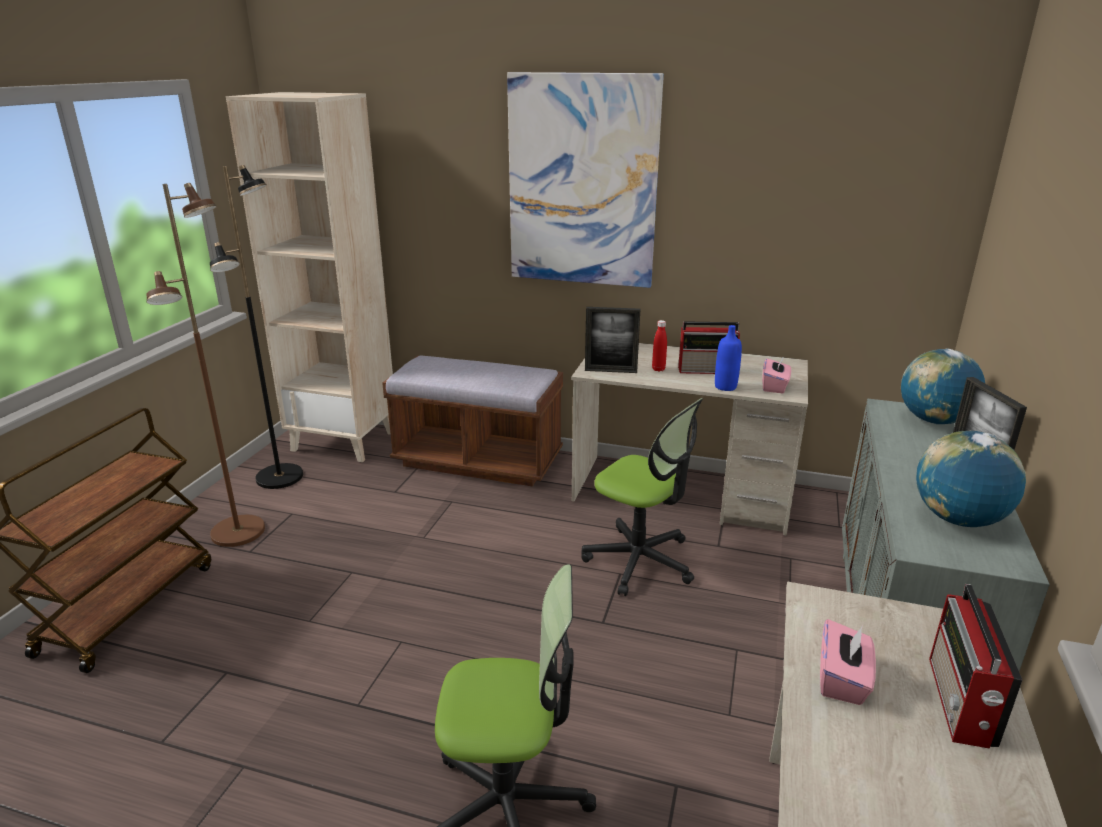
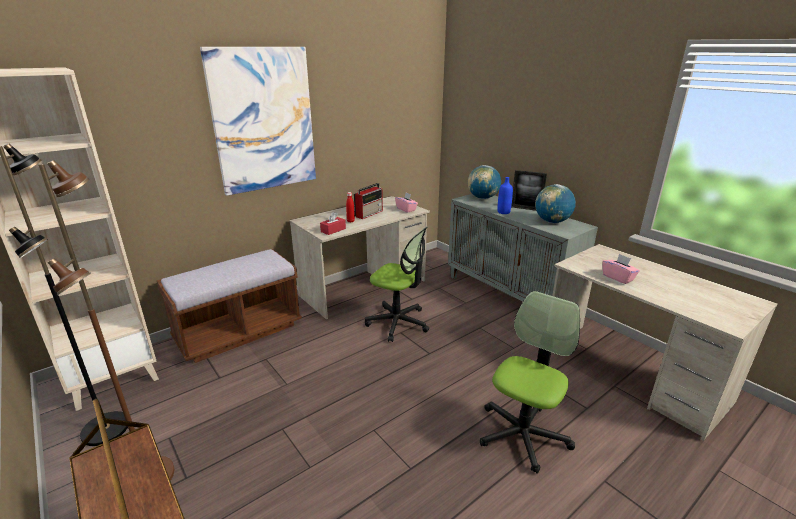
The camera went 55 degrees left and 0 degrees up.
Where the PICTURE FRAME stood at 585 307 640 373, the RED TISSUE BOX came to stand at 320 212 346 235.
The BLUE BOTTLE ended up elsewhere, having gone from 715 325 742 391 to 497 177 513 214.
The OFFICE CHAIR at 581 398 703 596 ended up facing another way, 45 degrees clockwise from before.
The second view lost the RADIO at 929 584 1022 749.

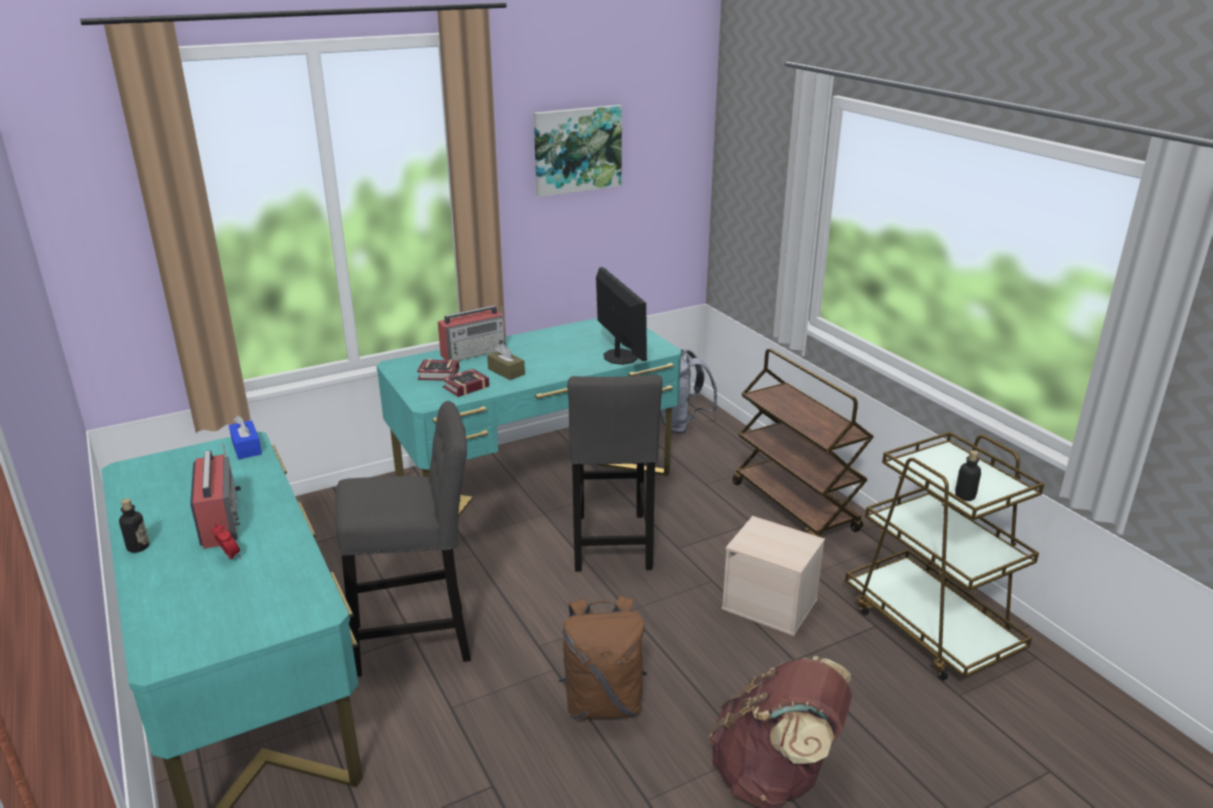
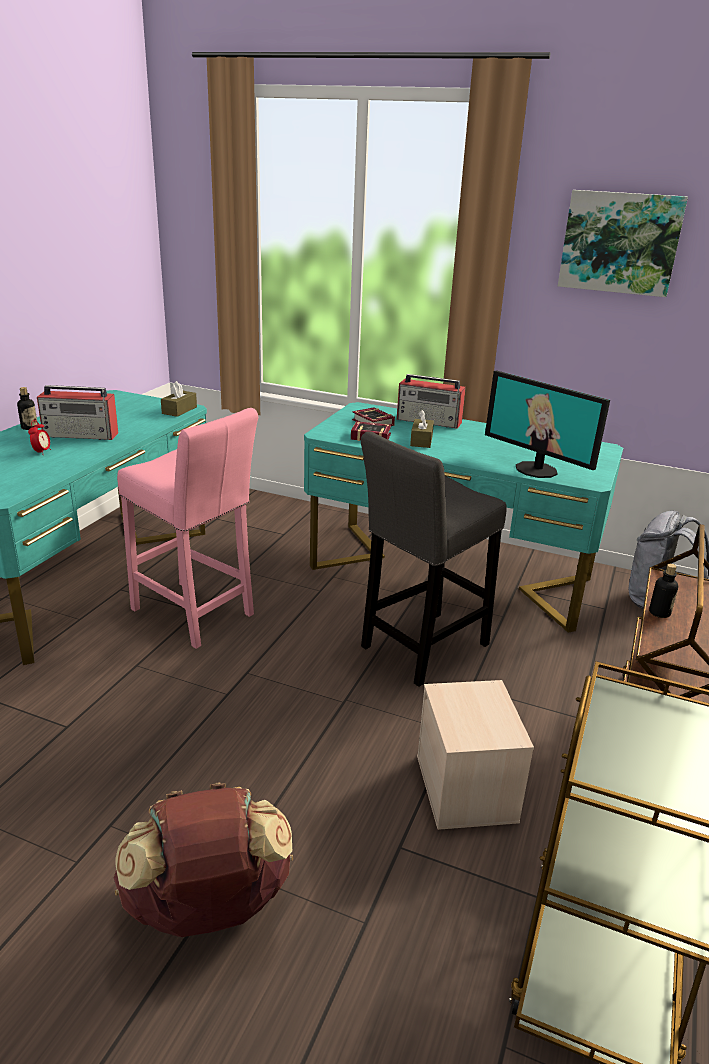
The camera went 50 degrees right and 0 degrees up.
The MONITOR at 596 267 647 365 ended up facing another way, 105 degrees clockwise from before.
What was the GREY STOOL at 335 401 471 677 turned into the PINK STOOL at 117 408 258 649.
What was the BLUE TISSUE BOX at 229 416 262 459 turned into the BROWN TISSUE BOX at 161 381 197 417.
The RADIO at 190 443 241 549 ended up facing another way, 60 degrees clockwise from before.
The BOTTLE ended up elsewhere, having gone from 955 450 981 501 to 649 564 678 618.
The second view lost the BROWN BACKPACK at 559 595 647 720.

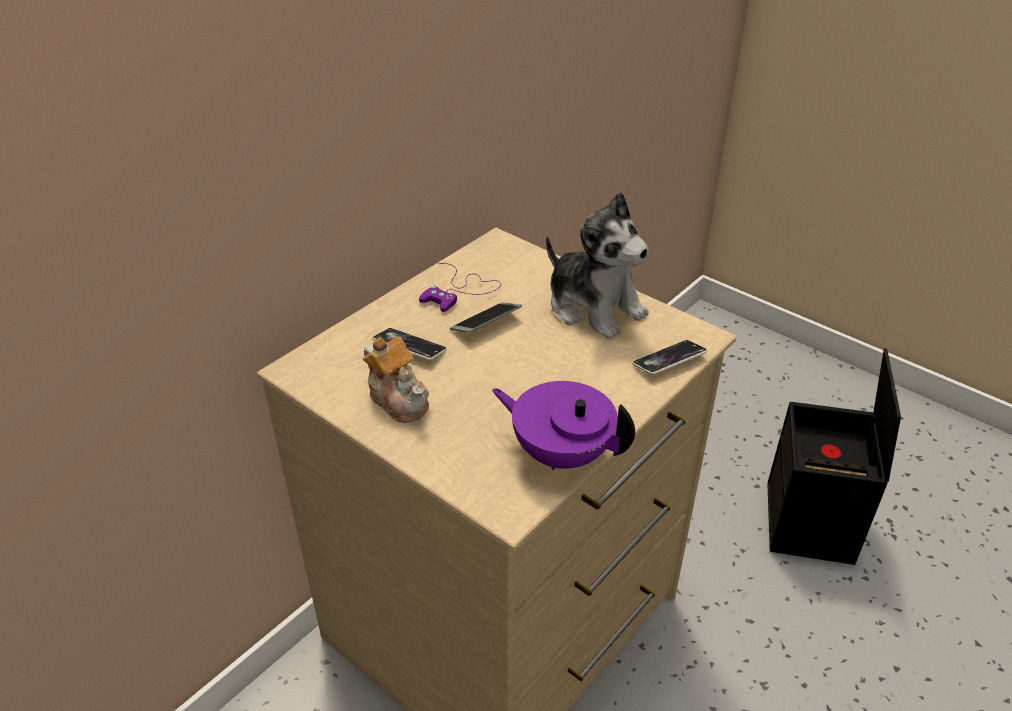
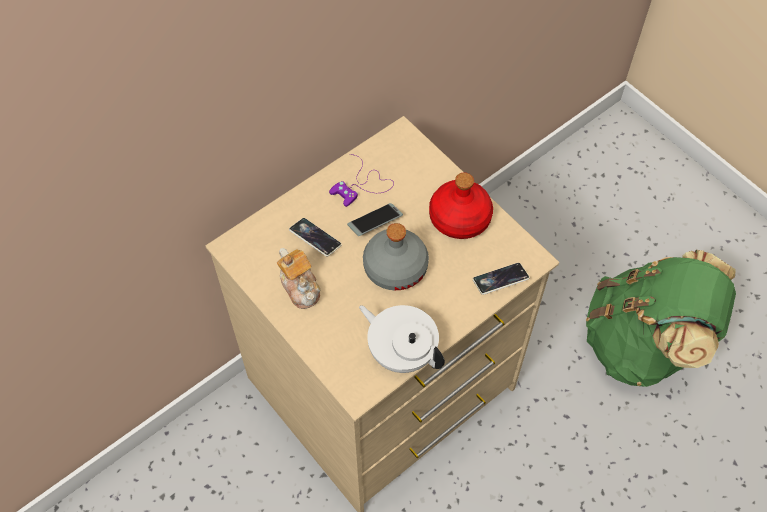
The camera went 10 degrees right and 20 degrees up.
Where the PLUSH TOY stood at 546 192 649 339, the RED BOTTLE came to stand at 429 172 493 239.
Where the BLACK STORAGE BOX stood at 767 348 901 565, the GREEN BACKPACK came to stand at 586 250 736 387.
What was the PURPLE TEAPOT at 492 381 635 470 turned into the WHITE TEAPOT at 359 305 445 373.
The second view gained the GREY BOTTLE at 363 223 429 290.

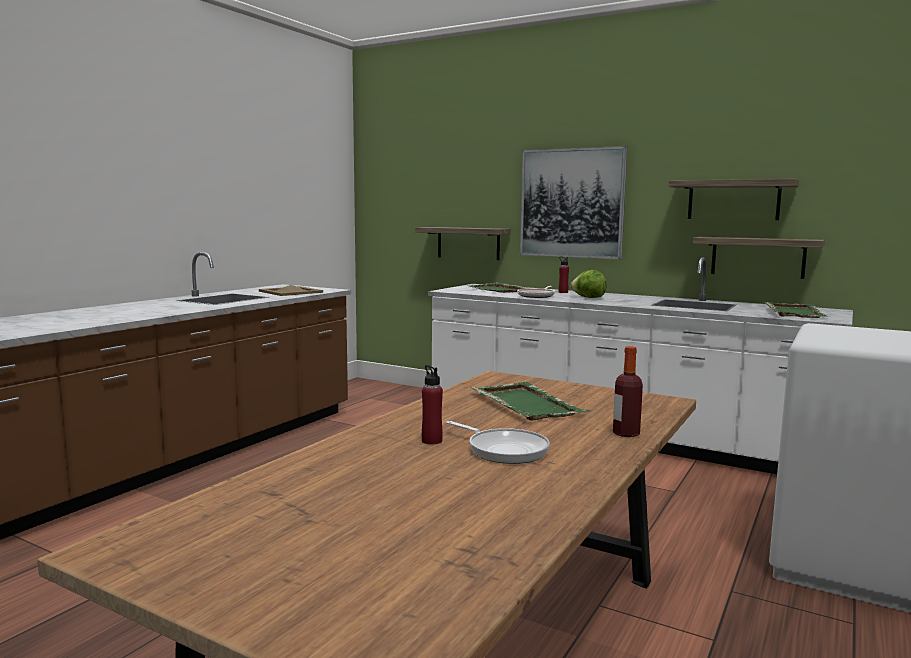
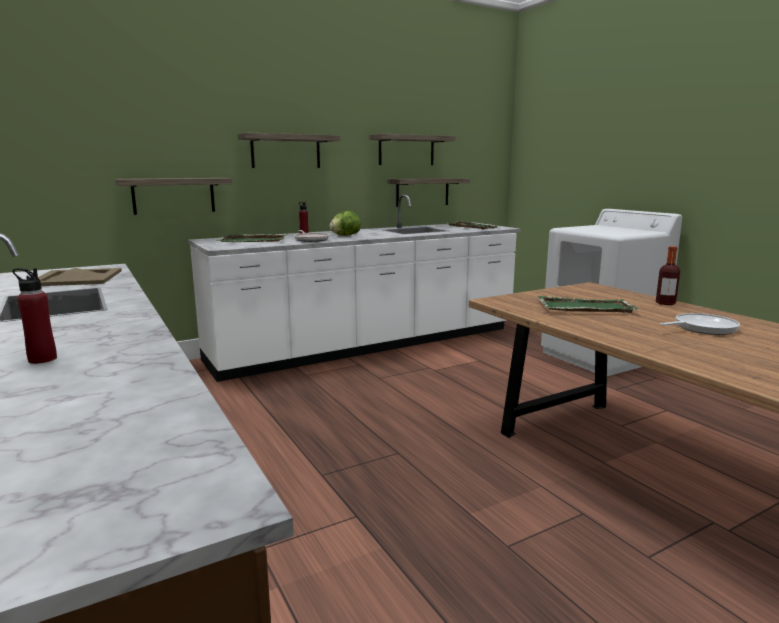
The camera went 60 degrees left and 5 degrees up.
Where the PICTURE hung at 520 146 627 260, the SHELF came to hang at 238 132 340 168.
The RED BOTTLE ended up elsewhere, having gone from 422 365 443 444 to 12 268 57 364.

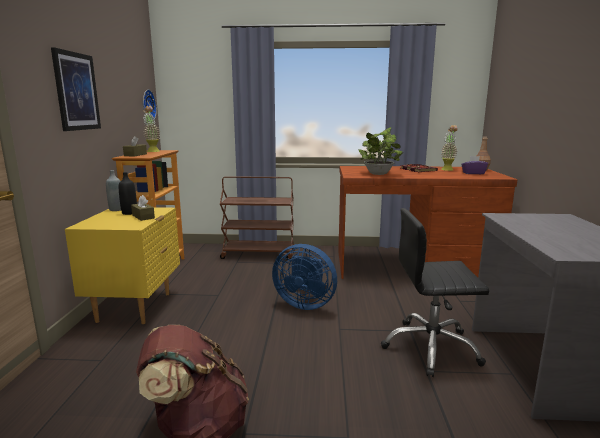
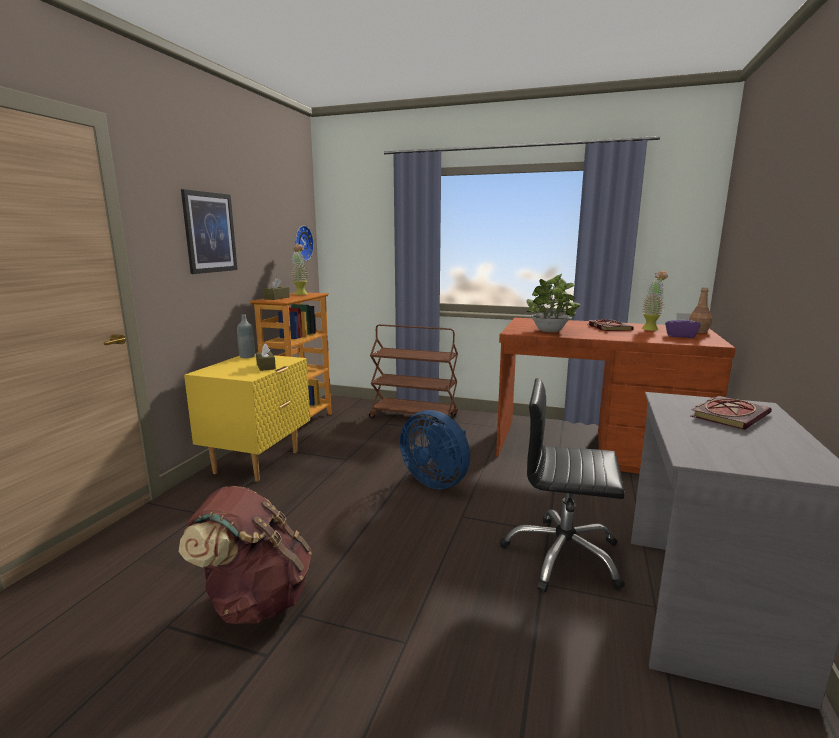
The camera went 15 degrees right and 0 degrees up.
The second view lost the BLACK BOTTLE at 119 172 137 215.
The second view gained the BOOK at 691 396 772 430.

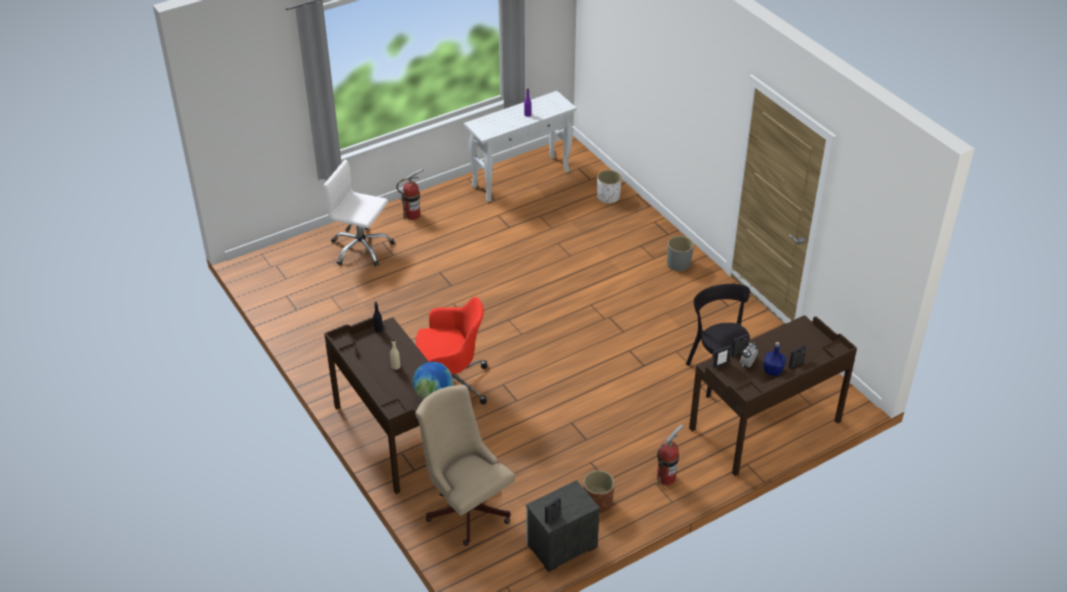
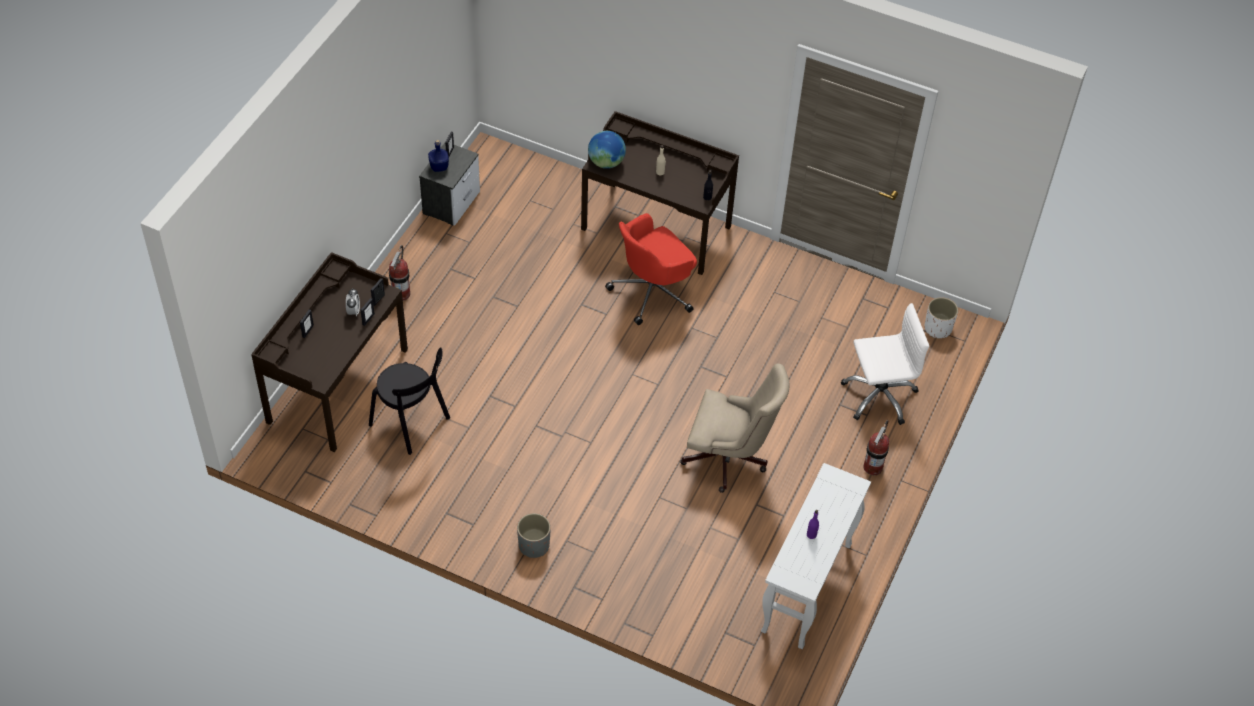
The camera went 145 degrees right and 10 degrees up.
The WHITE PLANTER ended up elsewhere, having gone from 597 170 622 204 to 924 297 958 338.
The BLUE BOTTLE ended up elsewhere, having gone from 764 342 786 376 to 428 140 449 172.
The BEIGE OFFICE CHAIR ended up elsewhere, having gone from 415 385 515 546 to 680 363 789 493.
The second view lost the BROWN PLANTER at 583 470 615 514.

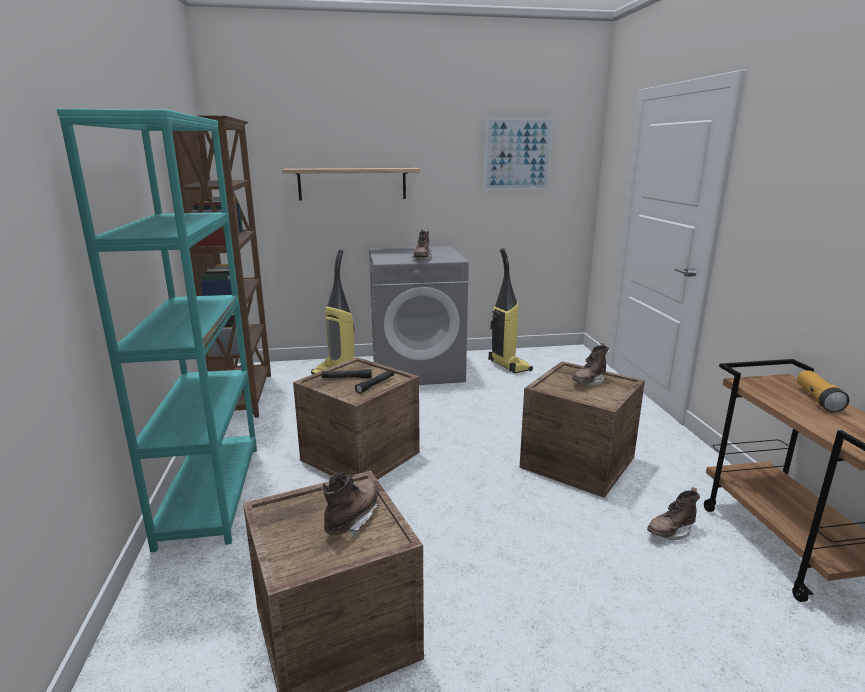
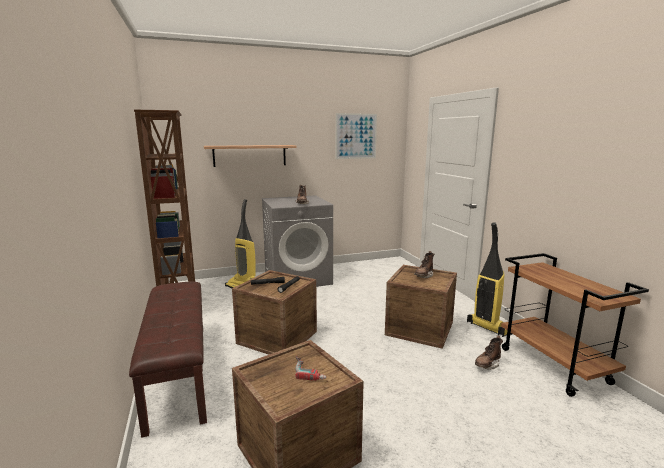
The camera went 10 degrees left and 5 degrees down.
Where the TURQUOISE BOOKCASE stood at 57 109 257 552, the BROWN BENCH came to stand at 129 282 207 438.
The VACUUM CLEANER ended up elsewhere, having gone from 488 248 533 373 to 467 222 507 337.
The second view lost the FLASHLIGHT at 797 371 849 412.
Where the BROWN BOOT stood at 322 472 378 537, the POWER DRILL came to stand at 295 356 327 381.

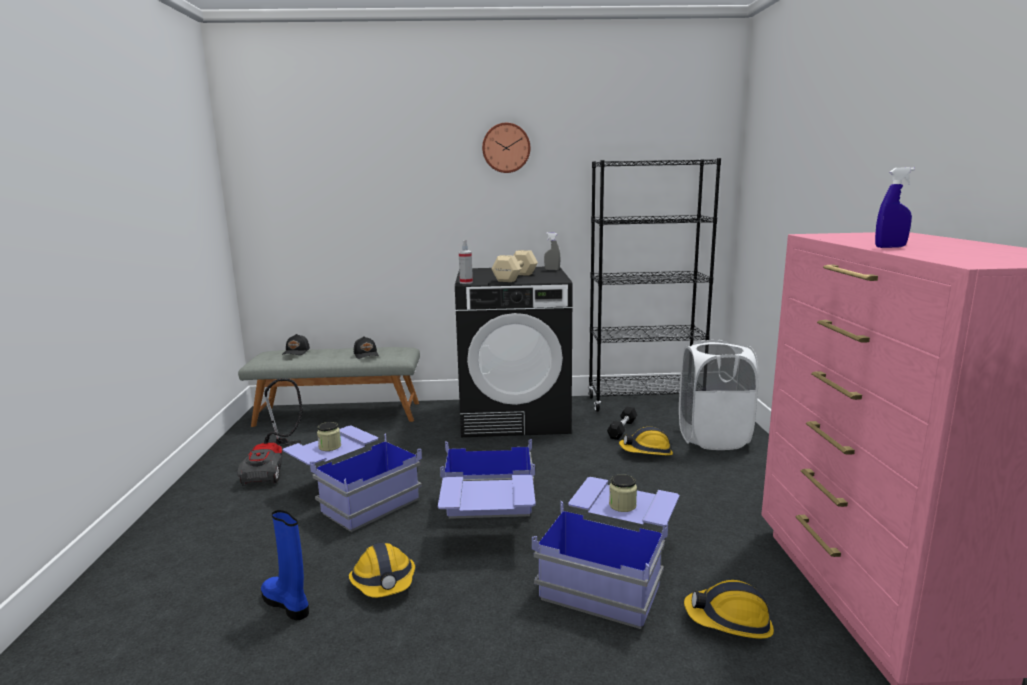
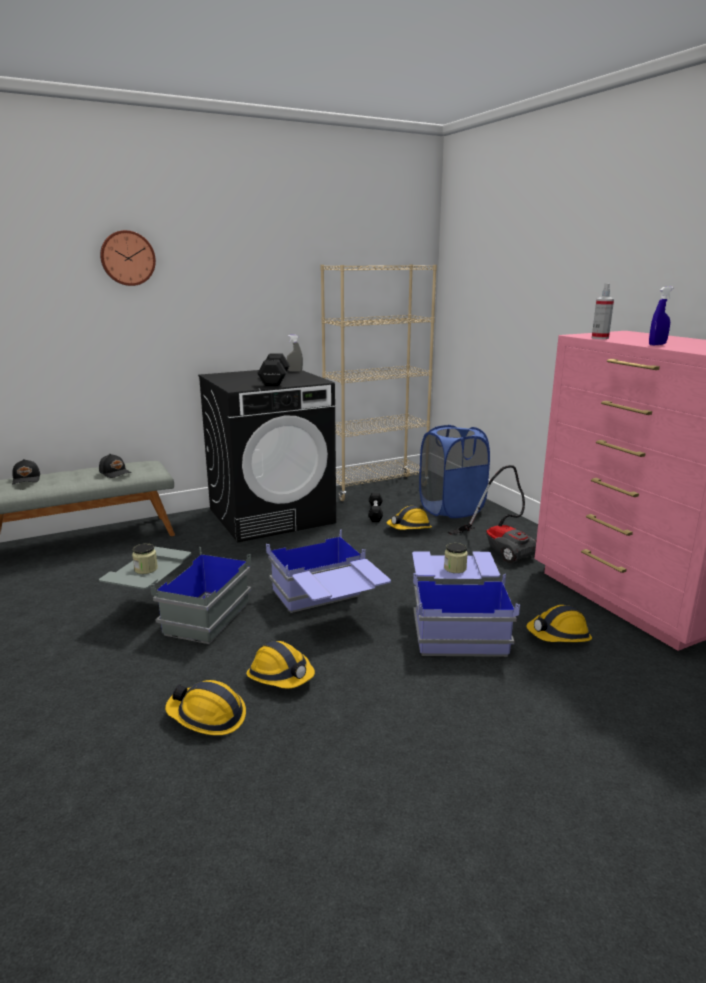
The camera went 25 degrees left and 5 degrees up.
The WALL CLOCK ended up elsewhere, having gone from 482 123 530 173 to 100 230 156 286.
What was the BLACK BOOKCASE at 588 158 721 412 turned into the BEIGE BOOKCASE at 321 264 437 501.
The SPRAY BOTTLE ended up elsewhere, having gone from 459 240 473 284 to 592 284 614 339.
What was the BEIGE DUMBBELL at 491 250 538 282 turned into the BLACK DUMBBELL at 257 354 290 386.
What was the WHITE LAUNDRY BASKET at 679 340 759 450 turned into the BLUE LAUNDRY BASKET at 419 425 490 518.
The VACUUM CLEANER ended up elsewhere, having gone from 237 378 303 486 to 448 465 536 563.
What was the BLUE STORAGE BOX at 283 426 422 532 turned into the GREY STORAGE BOX at 99 546 251 644.
Where the BLUE BOOT stood at 261 510 309 620, the HARD HAT came to stand at 165 680 246 736.

